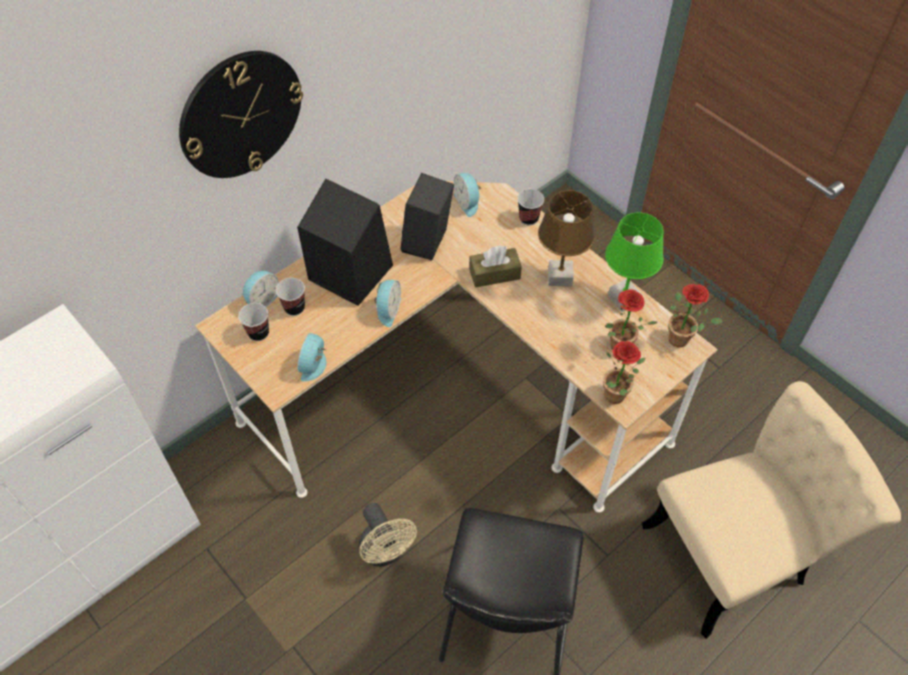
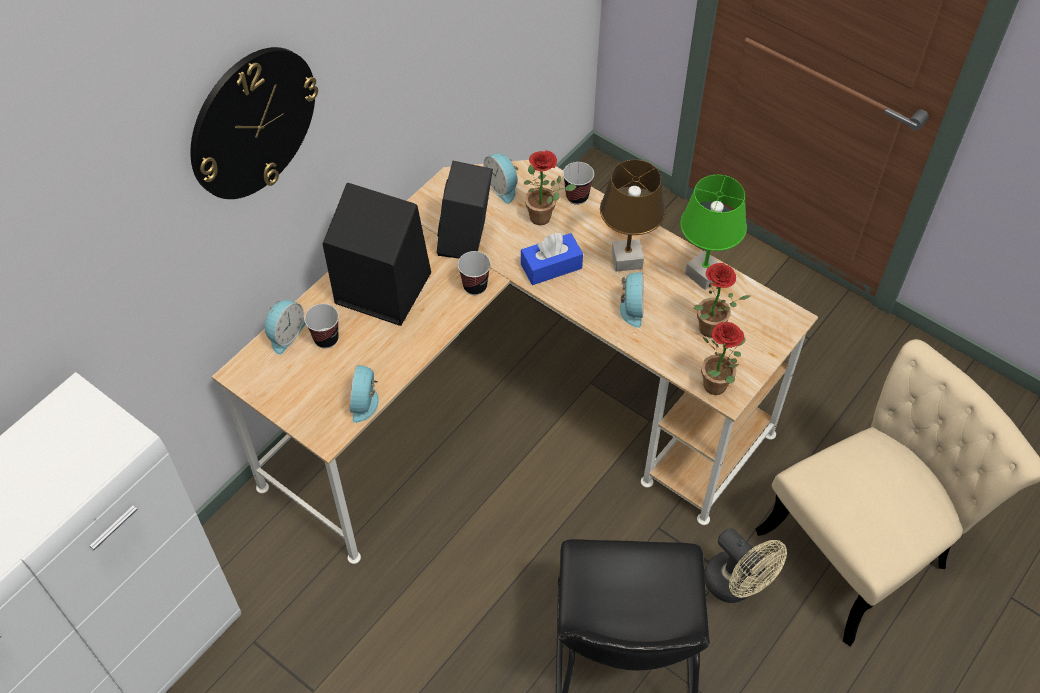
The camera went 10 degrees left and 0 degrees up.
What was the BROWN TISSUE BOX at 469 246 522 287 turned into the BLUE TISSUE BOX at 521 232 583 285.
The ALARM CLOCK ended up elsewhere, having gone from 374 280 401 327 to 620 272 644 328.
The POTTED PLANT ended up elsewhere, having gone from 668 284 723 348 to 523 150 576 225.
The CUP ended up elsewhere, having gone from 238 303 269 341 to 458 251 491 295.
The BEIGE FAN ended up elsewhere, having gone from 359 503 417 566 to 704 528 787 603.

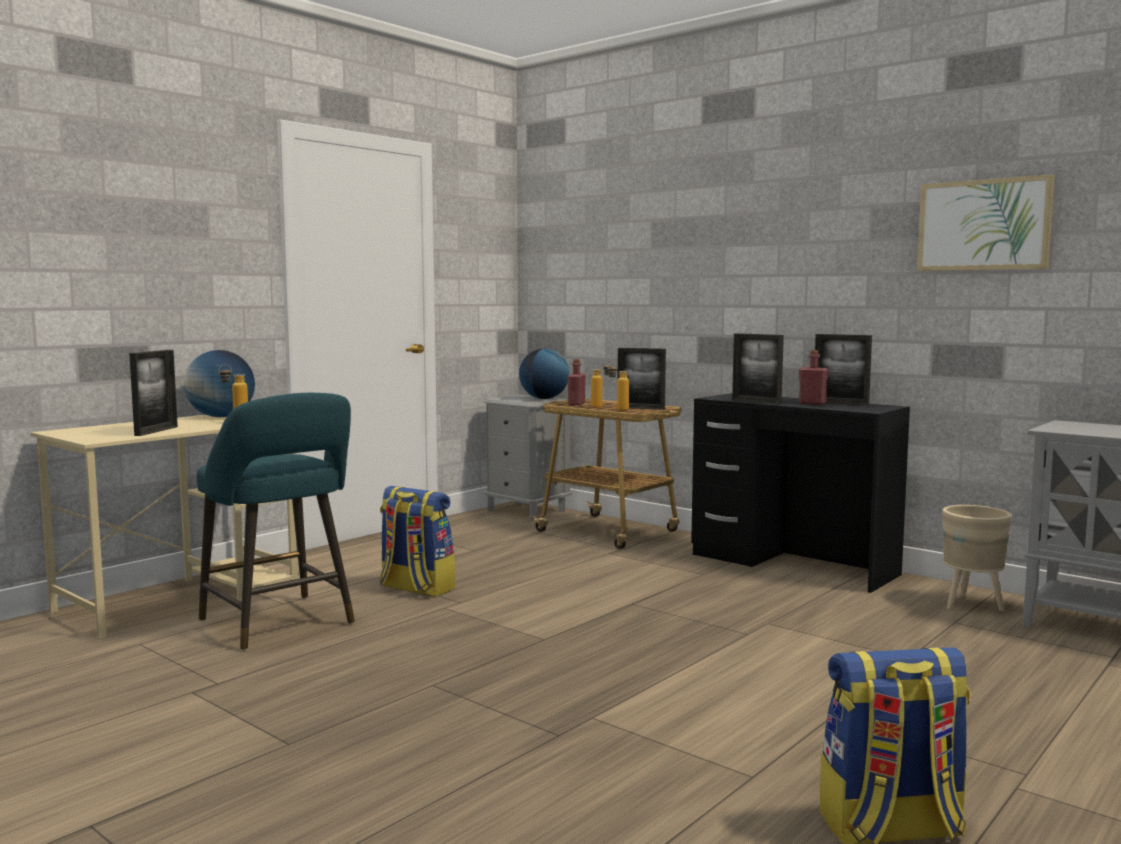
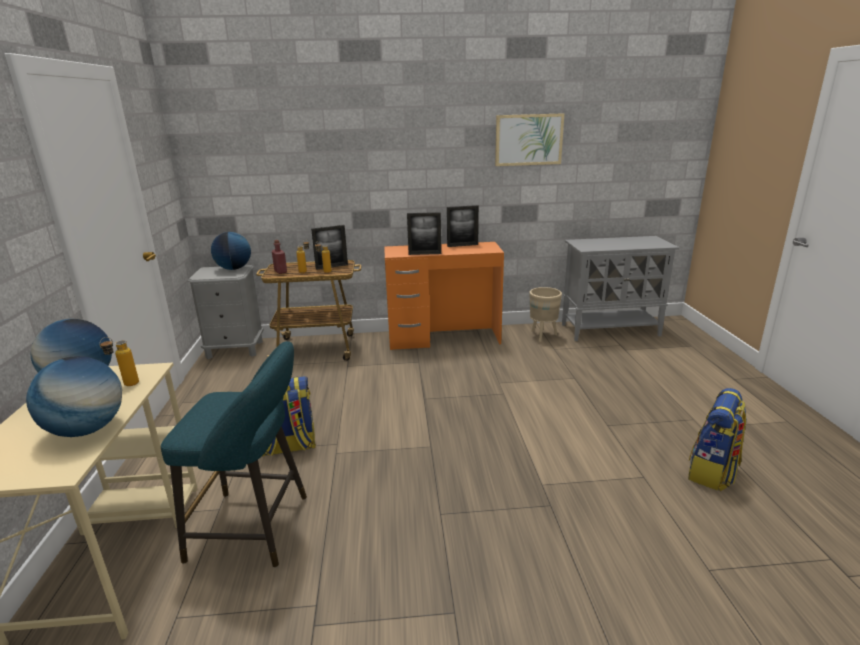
The camera went 45 degrees left and 15 degrees up.
Where the PICTURE FRAME stood at 129 350 178 436, the GLOBE came to stand at 26 356 122 437.
The second view lost the RED BOTTLE at 799 350 829 405.
What was the BLACK DESK at 691 393 910 593 turned into the ORANGE DESK at 384 242 504 350.

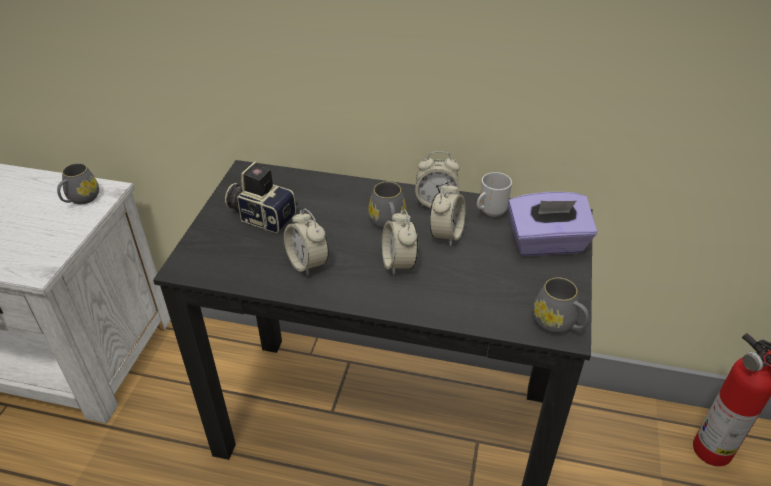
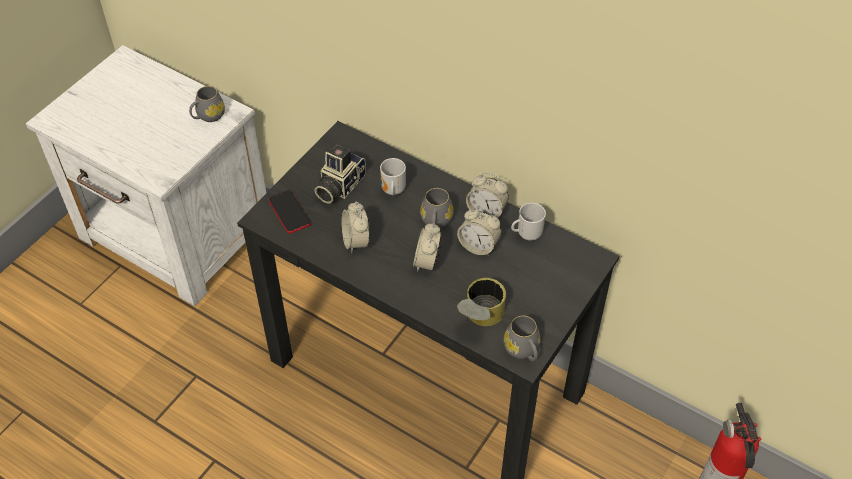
The camera went 20 degrees right and 10 degrees up.
The PHOTO CAMERA at 225 161 298 233 ended up facing another way, 105 degrees counterclockwise from before.
The ALARM CLOCK at 429 181 466 247 ended up facing another way, 75 degrees clockwise from before.
The second view lost the PURPLE TISSUE BOX at 508 192 597 256.
The second view gained the MUG at 380 158 406 195.
The second view gained the PHONE at 268 190 311 234.
The second view gained the CAN at 457 278 506 326.

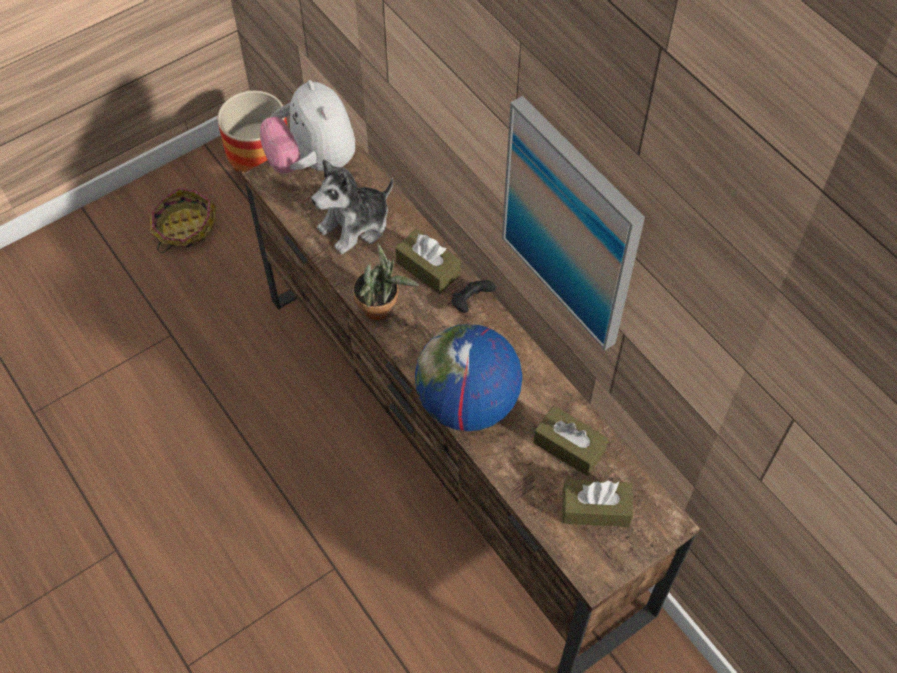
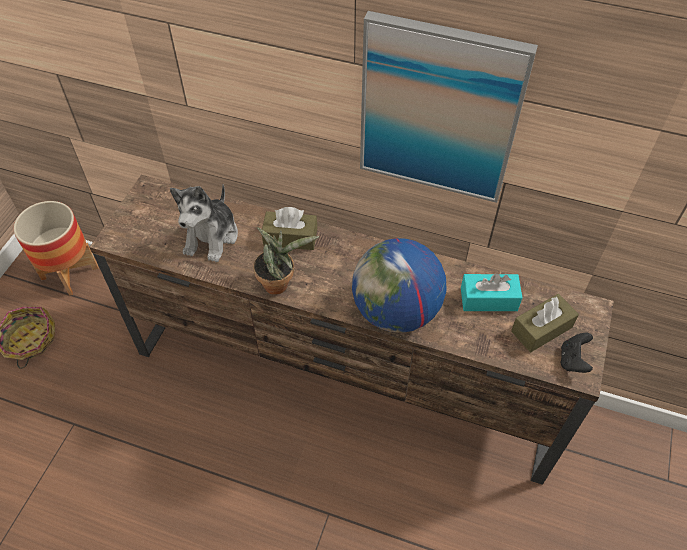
The camera went 35 degrees left and 5 degrees down.
The second view lost the PLUSH TOY at 260 80 355 174.
The BLACK GAME CONTROLLER ended up elsewhere, having gone from 451 280 496 313 to 561 333 593 373.
What was the BROWN TISSUE BOX at 533 406 609 476 turned into the TURQUOISE TISSUE BOX at 461 273 522 311.

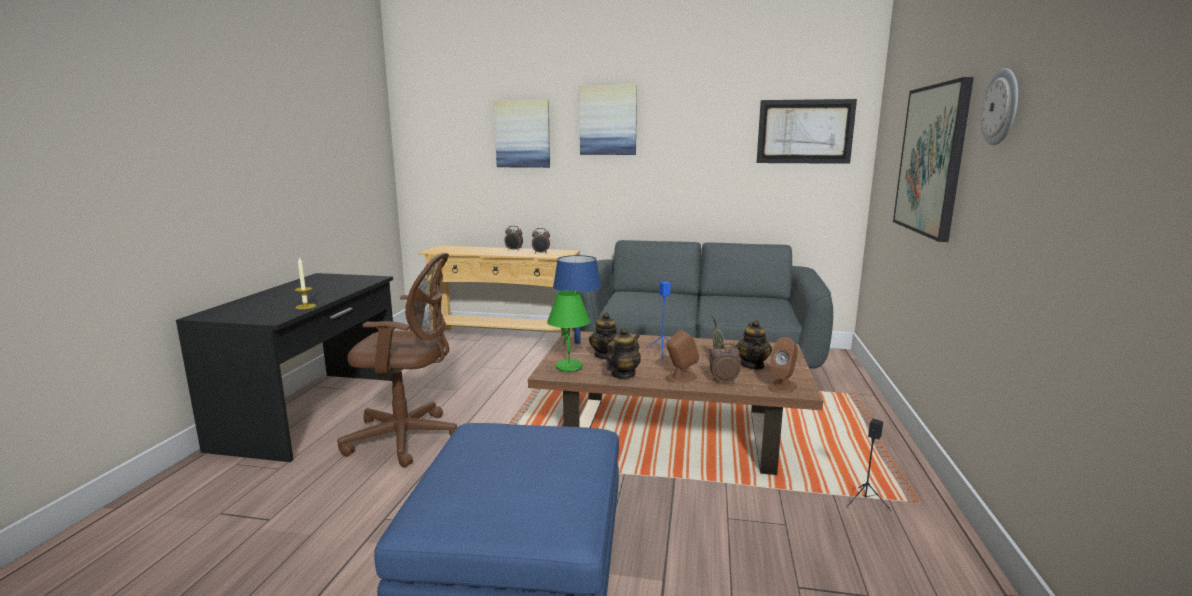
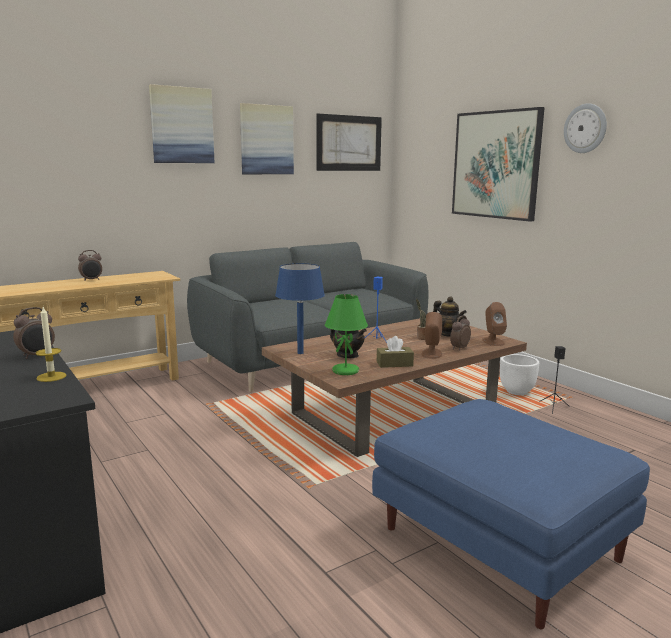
The camera went 45 degrees left and 0 degrees up.
The PICTURE ended up elsewhere, having gone from 494 100 550 168 to 240 103 294 174.
The ALARM CLOCK ended up elsewhere, having gone from 532 228 550 254 to 13 307 55 359.
The second view lost the BROWN OFFICE CHAIR at 337 253 457 468.
Where the TEAPOT stood at 606 328 641 379, the BROWN TISSUE BOX came to stand at 377 336 414 368.
The second view gained the WHITE PLANTER at 500 354 539 395.

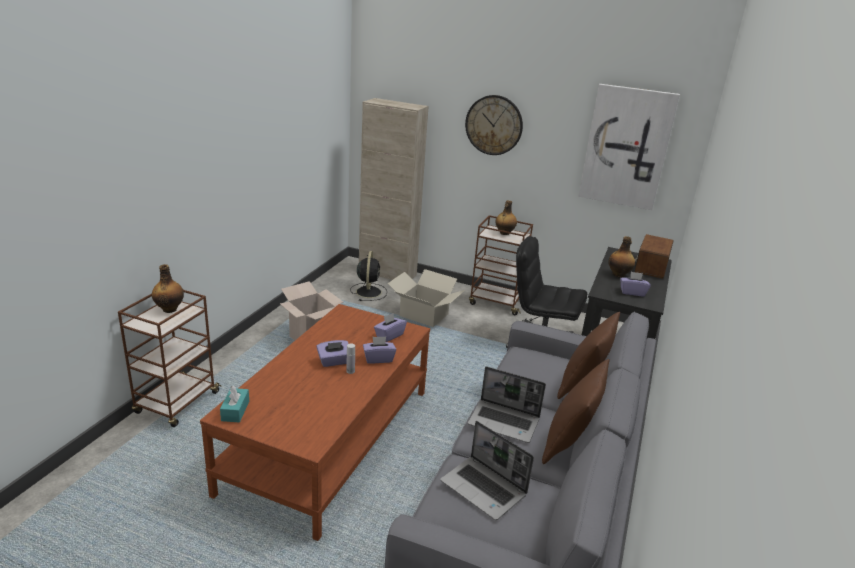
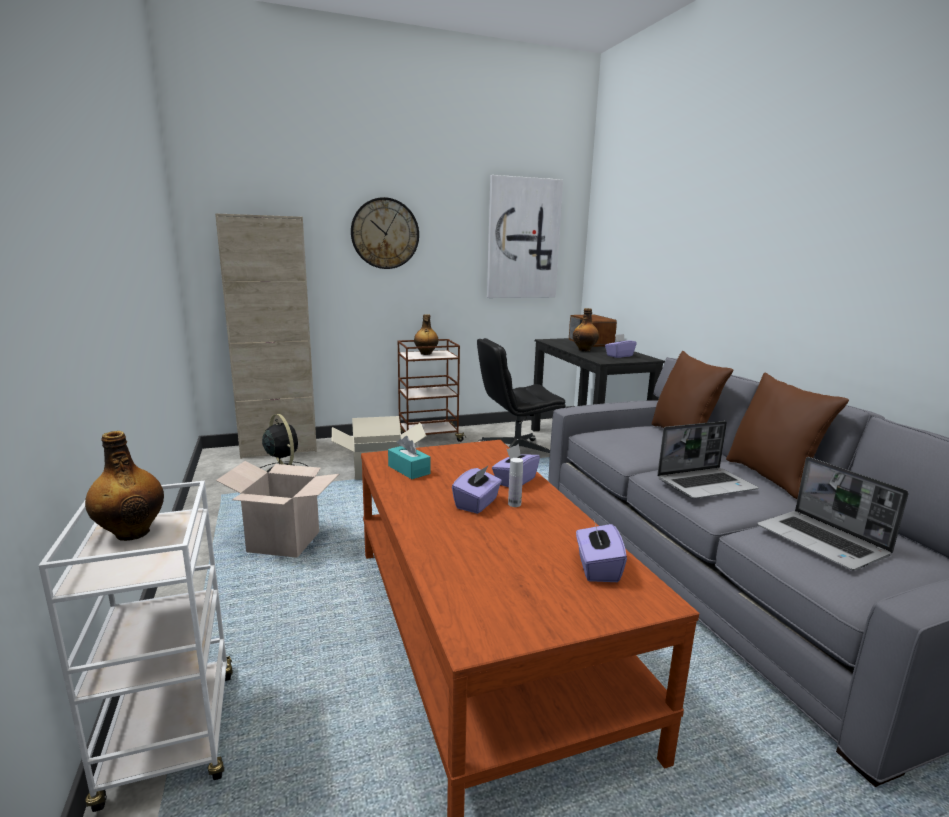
The camera went 40 degrees left and 10 degrees down.
What was the BROWN CART at 118 290 222 427 turned into the WHITE CART at 39 481 233 812.
The PURPLE TISSUE BOX ended up elsewhere, having gone from 374 313 407 342 to 576 520 627 582.
The TURQUOISE TISSUE BOX ended up elsewhere, having gone from 220 386 249 423 to 388 436 431 479.
The LAPTOP at 440 421 534 520 ended up facing another way, 60 degrees clockwise from before.

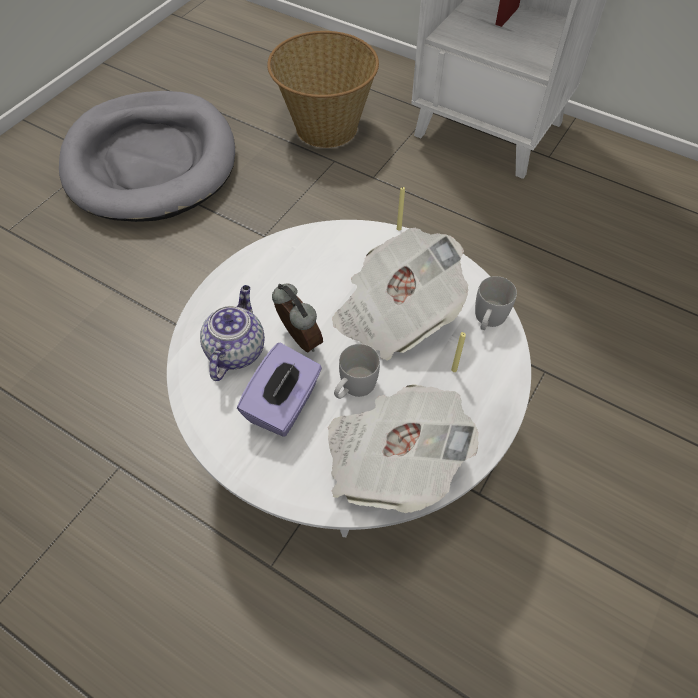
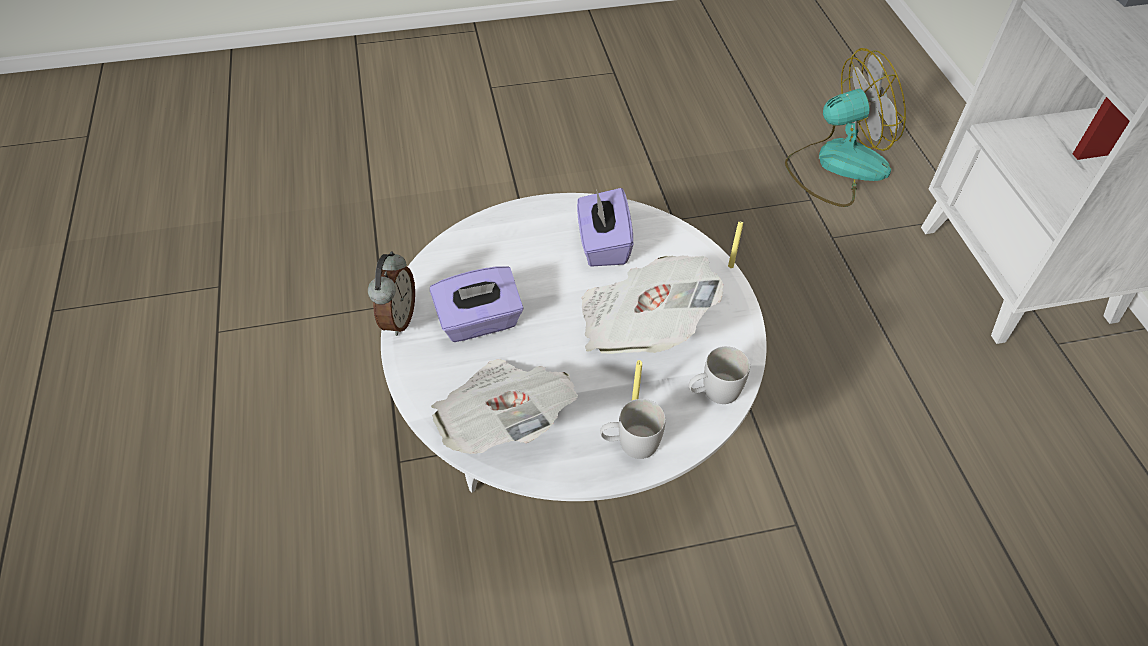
The camera went 45 degrees right and 5 degrees down.
Where the BASKET stood at 267 31 379 148, the FAN came to stand at 785 48 906 207.
The second view lost the GREY DOG BED at 59 91 235 222.
The ALARM CLOCK ended up elsewhere, having gone from 272 284 323 352 to 368 251 415 336.
The second view lost the TEAPOT at 200 285 265 381.
The WHITE MUG ended up elsewhere, having gone from 334 344 380 399 to 600 399 666 459.
The second view gained the PURPLE TISSUE BOX at 577 188 633 267.

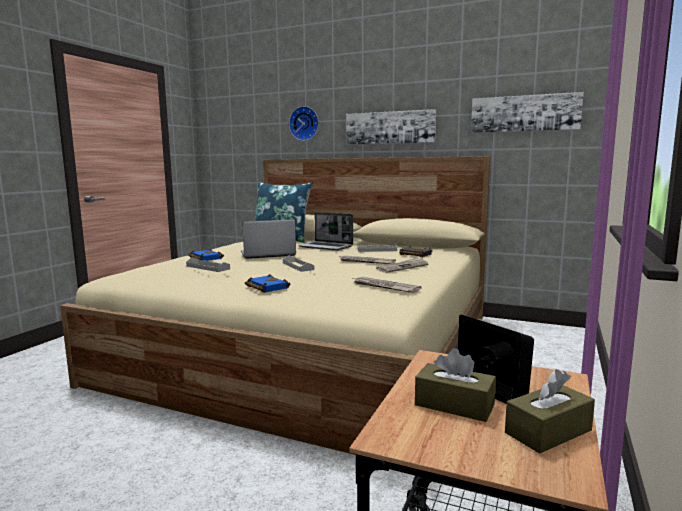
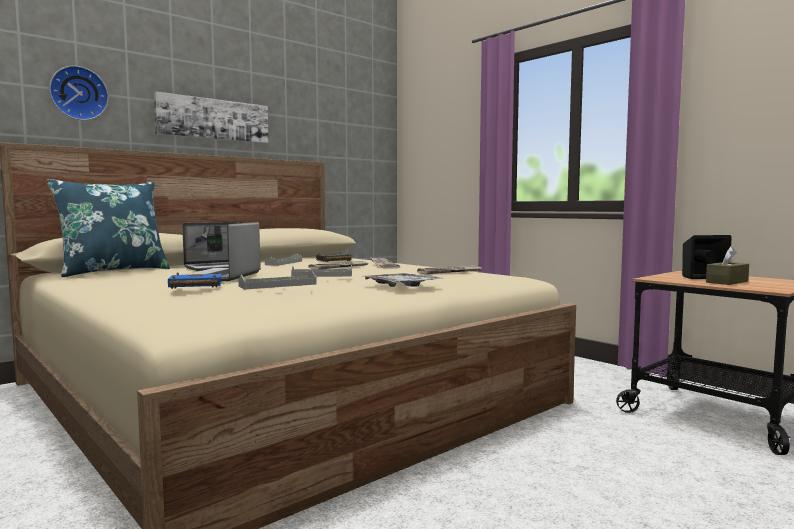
The camera went 65 degrees left and 5 degrees down.
The second view lost the PICTURE at 471 92 584 133.
Where the BLUE BOOK stood at 245 274 290 293, the TRAY came to stand at 364 273 444 287.
The second view lost the BROWN TISSUE BOX at 505 369 595 454.

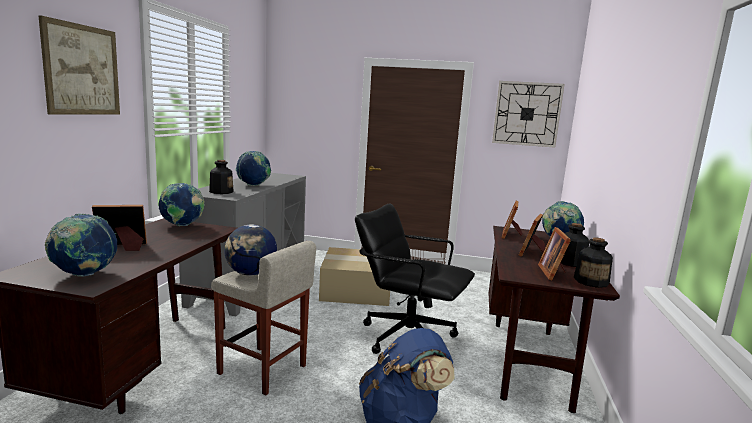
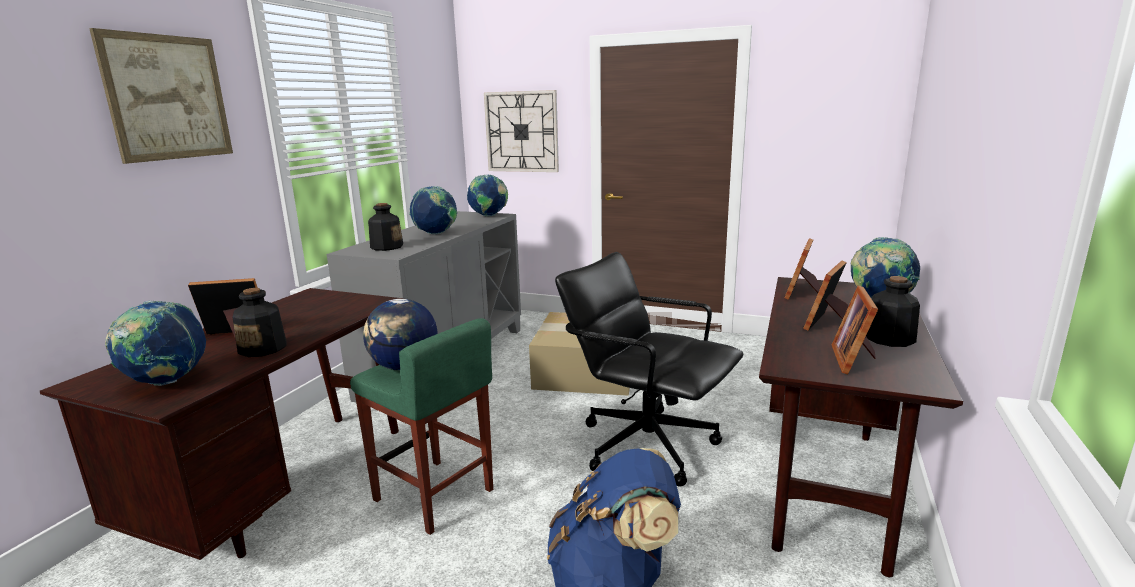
The camera went 10 degrees right and 5 degrees up.
The WALL CLOCK ended up elsewhere, having gone from 492 81 565 148 to 484 90 559 172.
The GLOBE ended up elsewhere, having gone from 158 183 205 226 to 467 174 508 216.
The BOTTLE ended up elsewhere, having gone from 574 238 613 288 to 233 288 286 357.
What was the BEIGE STOOL at 211 241 316 395 turned into the GREEN STOOL at 350 318 493 535.

